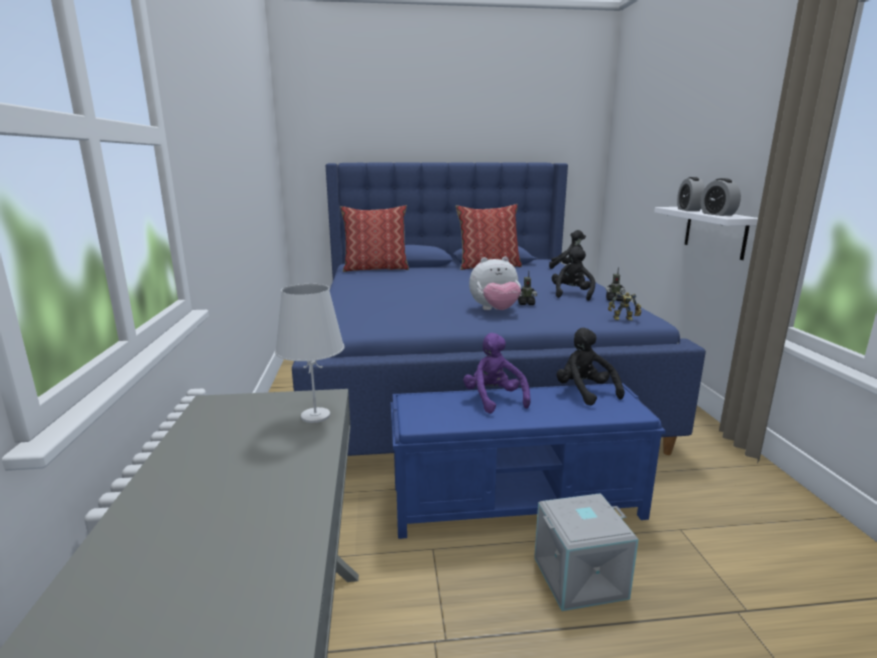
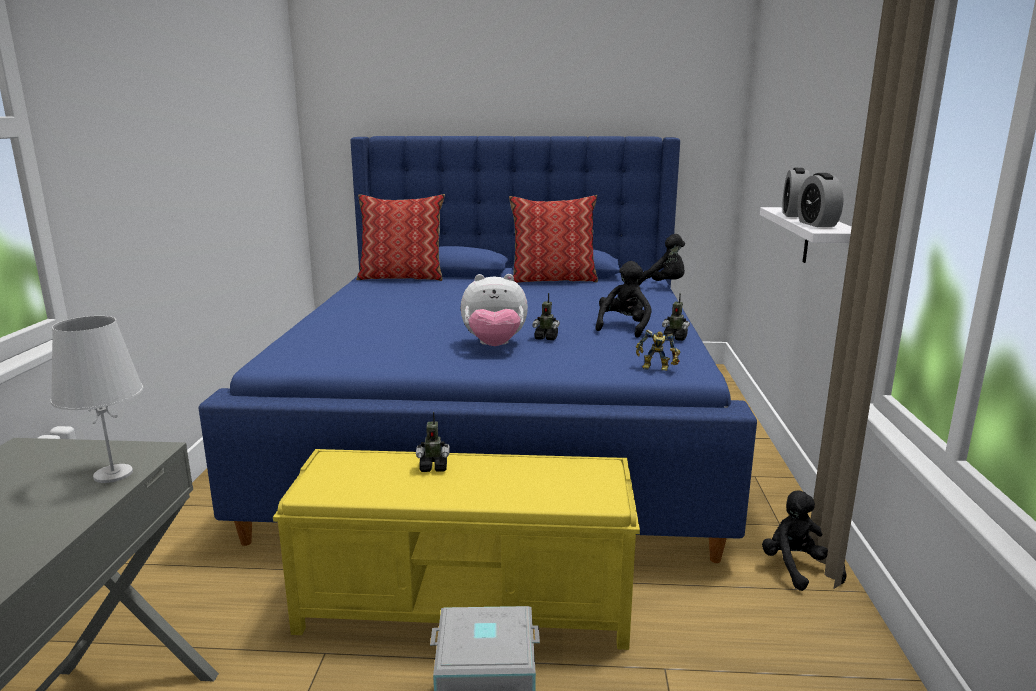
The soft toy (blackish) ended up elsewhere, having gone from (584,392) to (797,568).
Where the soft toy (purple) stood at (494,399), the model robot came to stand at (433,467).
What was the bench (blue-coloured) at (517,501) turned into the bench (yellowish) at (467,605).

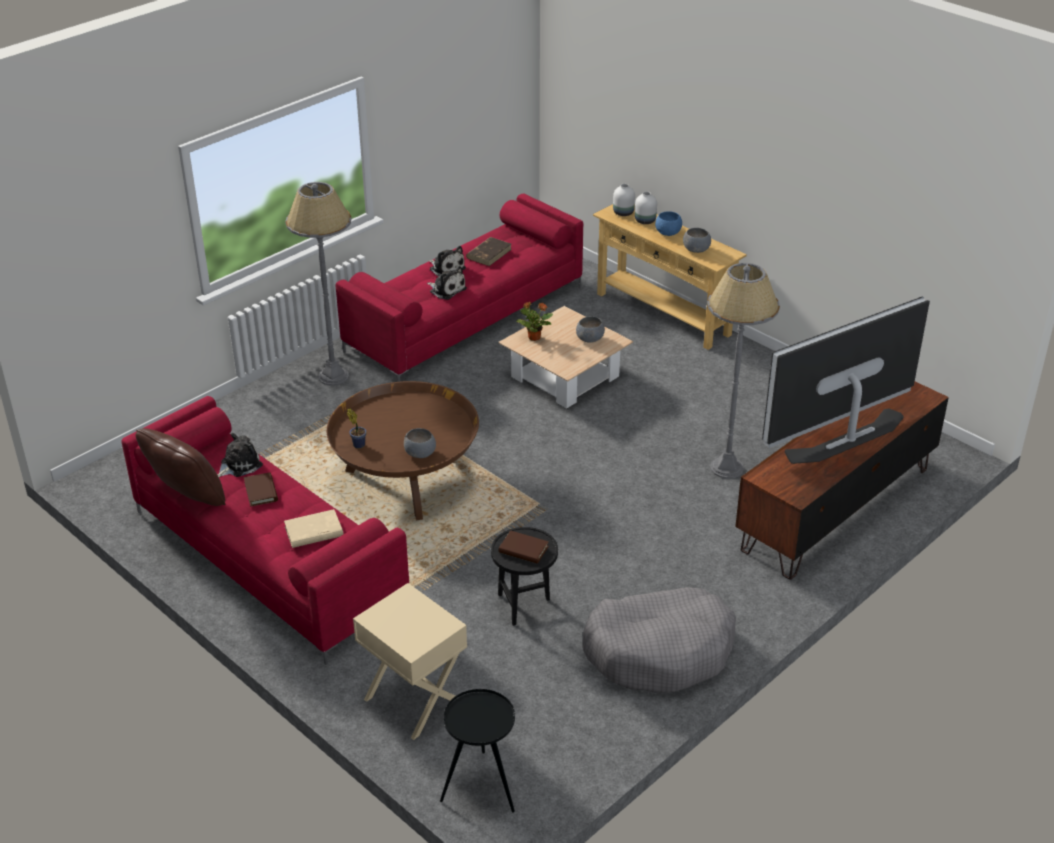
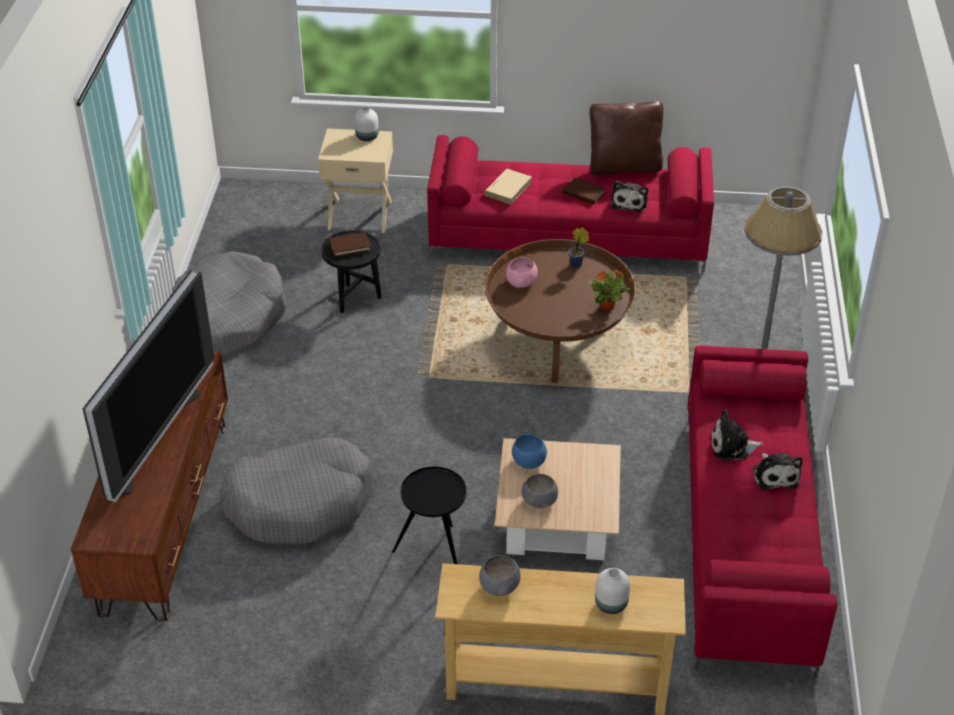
The vase (white-coloured) ended up elsewhere, having gone from (623,212) to (367,137).
The deep dish (blue-coloured) ended up elsewhere, having gone from (668,233) to (528,462).
The second view lost the book (brown) at (489,253).
The soft toy at (446,268) ended up facing another way, 105 degrees counterclockwise from before.
Where the floor lamp (greyish) stood at (727,468), the pet bed (greyish) came to stand at (300,503).
The potted plant ended up elsewhere, having gone from (534,337) to (608,306).
What was the deep dish (greyish) at (420,453) turned into the deep dish (pink-coloured) at (520,282).
The end table (blackish) ended up elsewhere, having gone from (481,785) to (435,555).

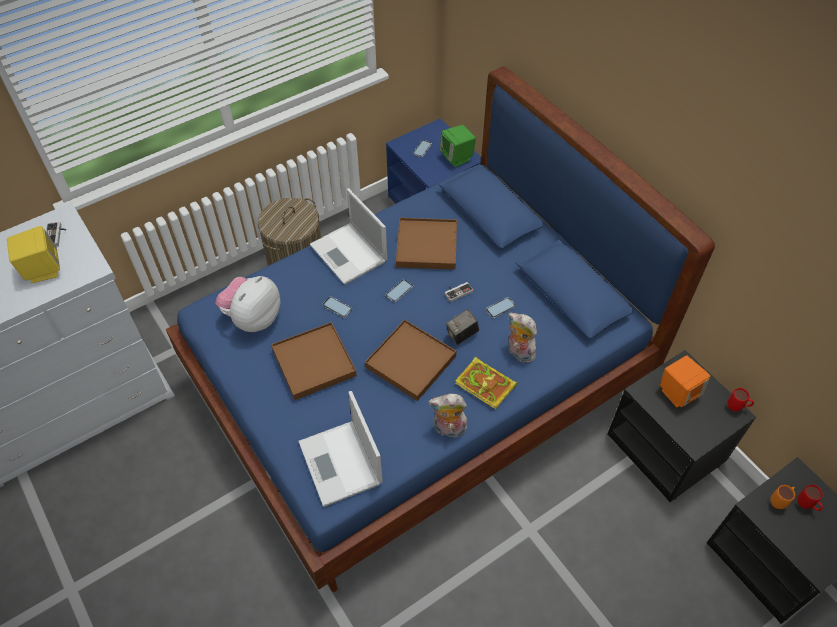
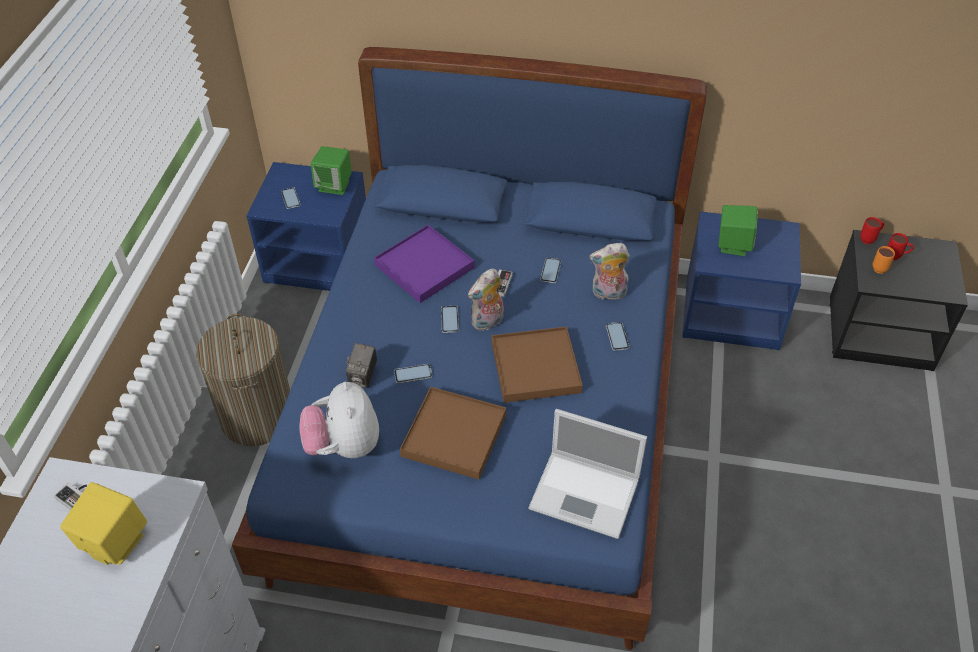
The second view lost the notebook computer at (349,254).
What was the carrying tray (brown) at (426,246) turned into the carrying tray (purple) at (424,267).
The photo camera ended up elsewhere, having gone from (462,335) to (363,376).
What was the nightstand (blackish) at (667,448) turned into the nightstand (blue-coloured) at (732,313).
What was the speaker (orange-coloured) at (678,392) turned into the speaker (green) at (733,245).
Where the book stood at (487,385), the handset came to stand at (617,336).
The coffee mug (red-coloured) ended up elsewhere, having gone from (737,407) to (869,239).
The soft toy ended up elsewhere, having gone from (448,430) to (488,322).

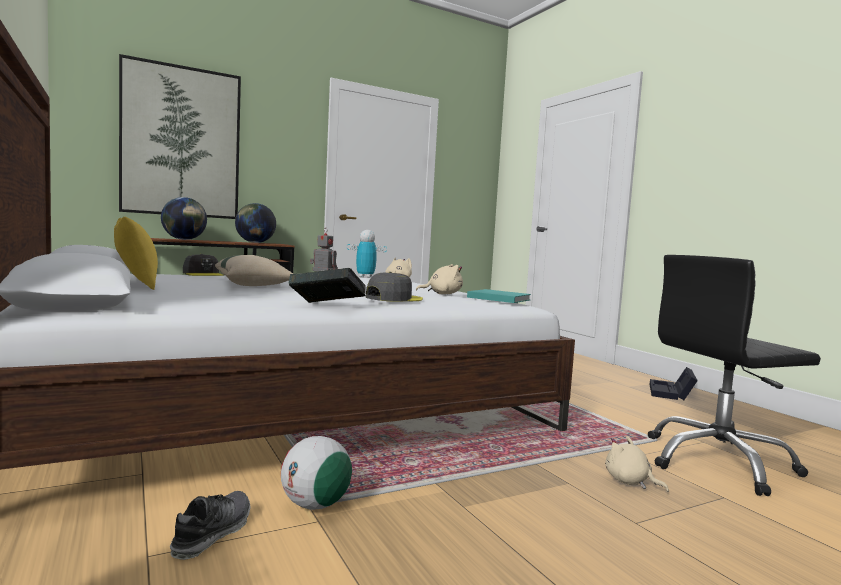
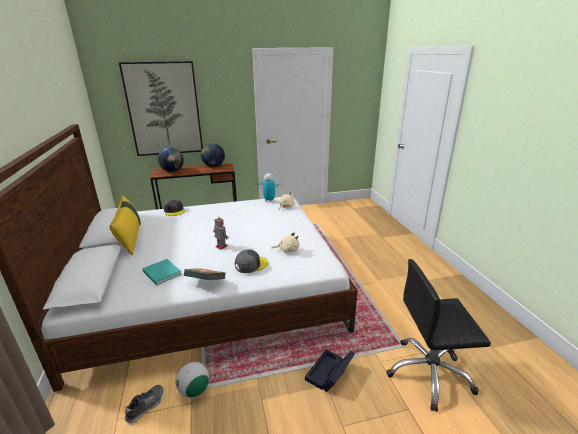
The second view lost the cushion (beige) at (252,284).
The book (turquoise) ended up elsewhere, having gone from (497,298) to (161,272).
The storage box (blackish) ended up elsewhere, having gone from (671,393) to (329,374).
The second view lost the soft toy (beige) at (630,482).

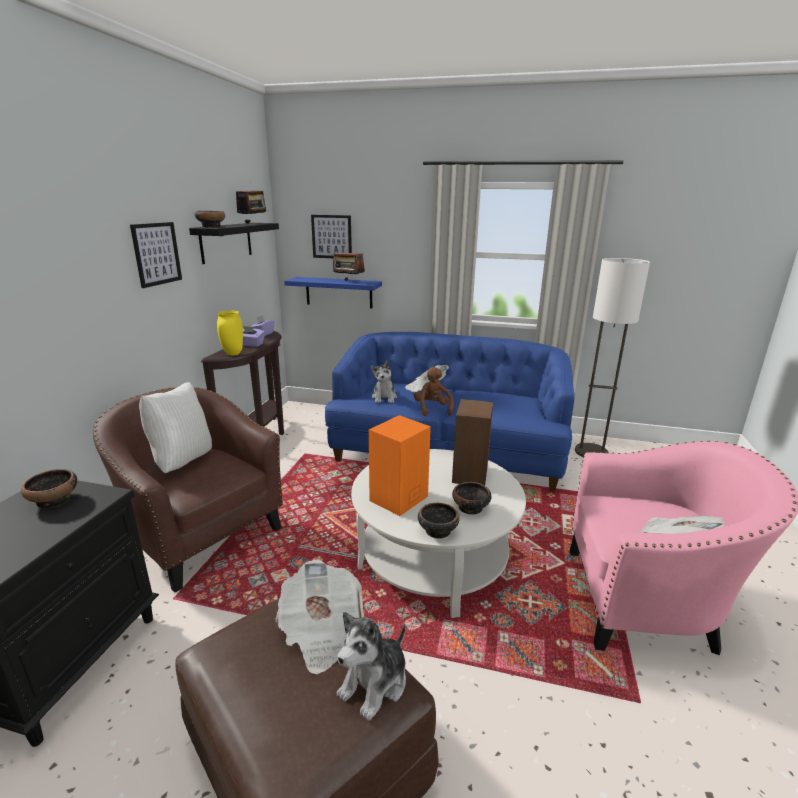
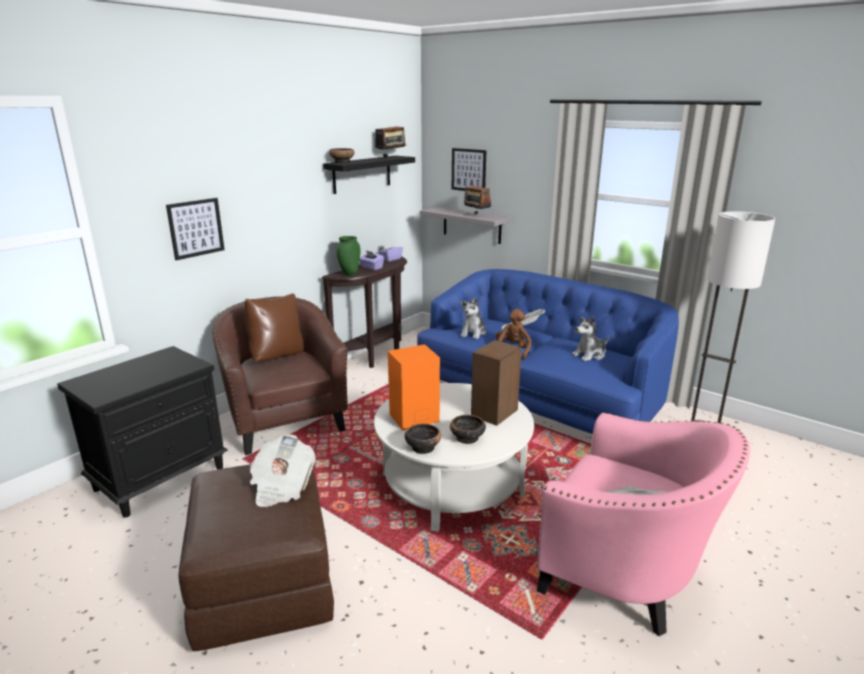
The wall art ended up elsewhere, having gone from (156,254) to (196,228).
What was the wall shelf (blue-coloured) at (339,292) turned into the wall shelf (greyish) at (472,225).
What was the vase (yellowish) at (233,354) turned into the vase (green) at (350,274).
What was the cushion (white-coloured) at (182,461) turned into the cushion (brown) at (277,357).
The second view lost the deep dish at (55,500).
The soft toy ended up elsewhere, having gone from (375,683) to (590,355).

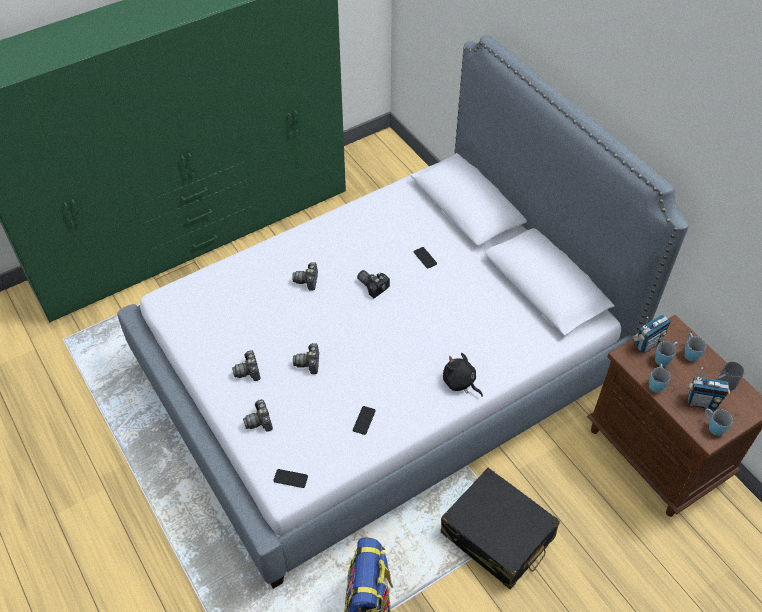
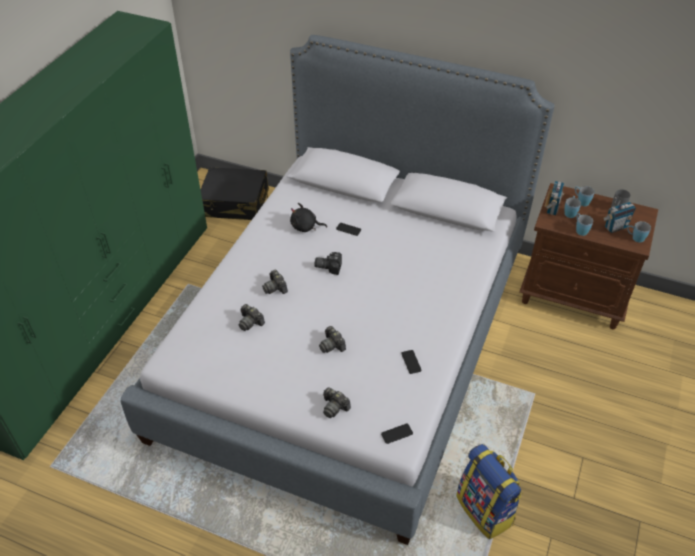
The photo camera ended up elsewhere, having gone from (248,371) to (250,322).
The soft toy (blackish) ended up elsewhere, having gone from (460,382) to (305,227).
The piece of luggage (blackish) ended up elsewhere, having gone from (497,535) to (235,203).

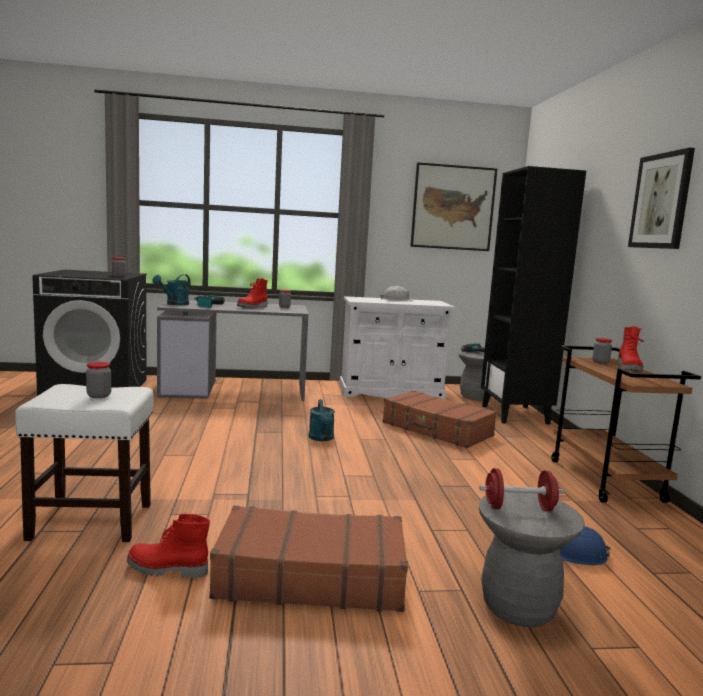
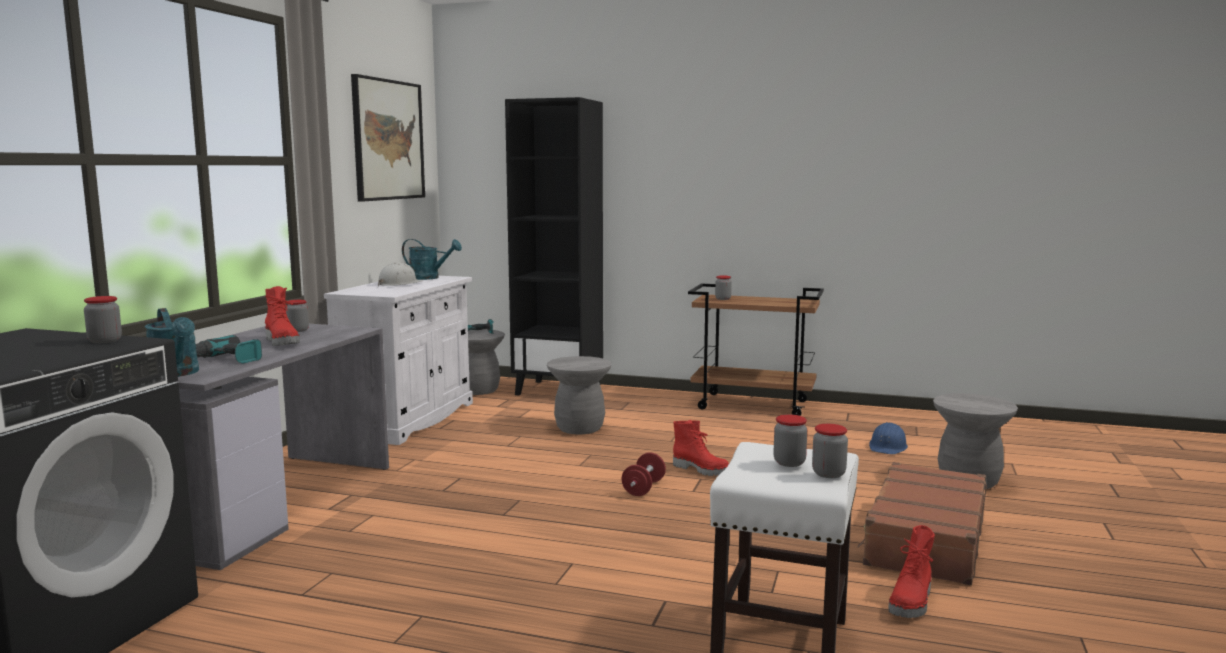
The second view lost the wall art at (661,201).
The tall boot (red-coloured) ended up elsewhere, having gone from (629,369) to (701,470).
Where the piece of luggage (brown) stood at (436,430), the sitting stool (greyish) came to stand at (579,428).
The sprinkling can (turquoise) ended up elsewhere, having gone from (322,438) to (429,278).
The dumbbell (red-coloured) ended up elsewhere, having gone from (519,508) to (643,488).
The second view gained the preserve jar at (828,474).

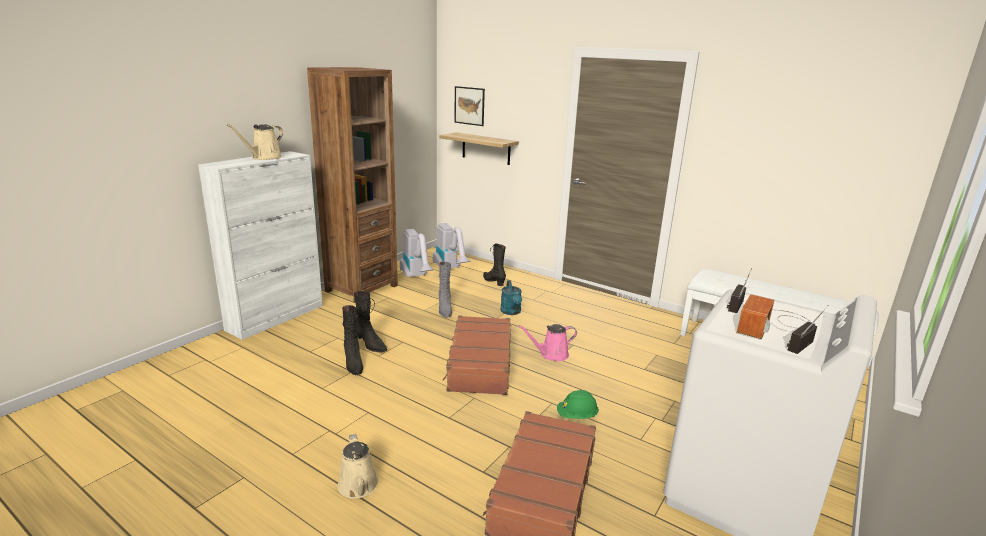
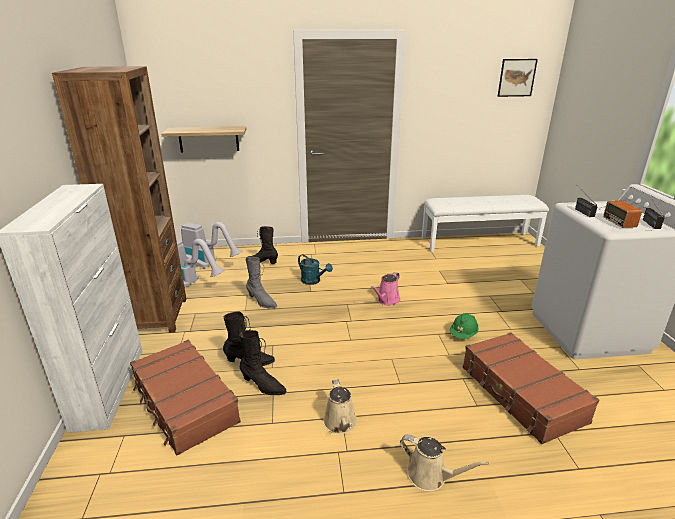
The wall art ended up elsewhere, having gone from (469,106) to (516,77).
The sprinkling can (beige) ended up elsewhere, having gone from (264,158) to (341,424).
The piece of luggage (brown) ended up elsewhere, having gone from (479,364) to (184,404).

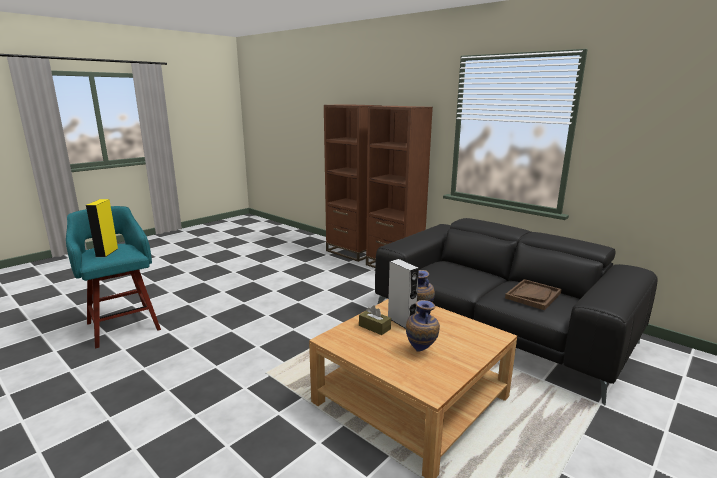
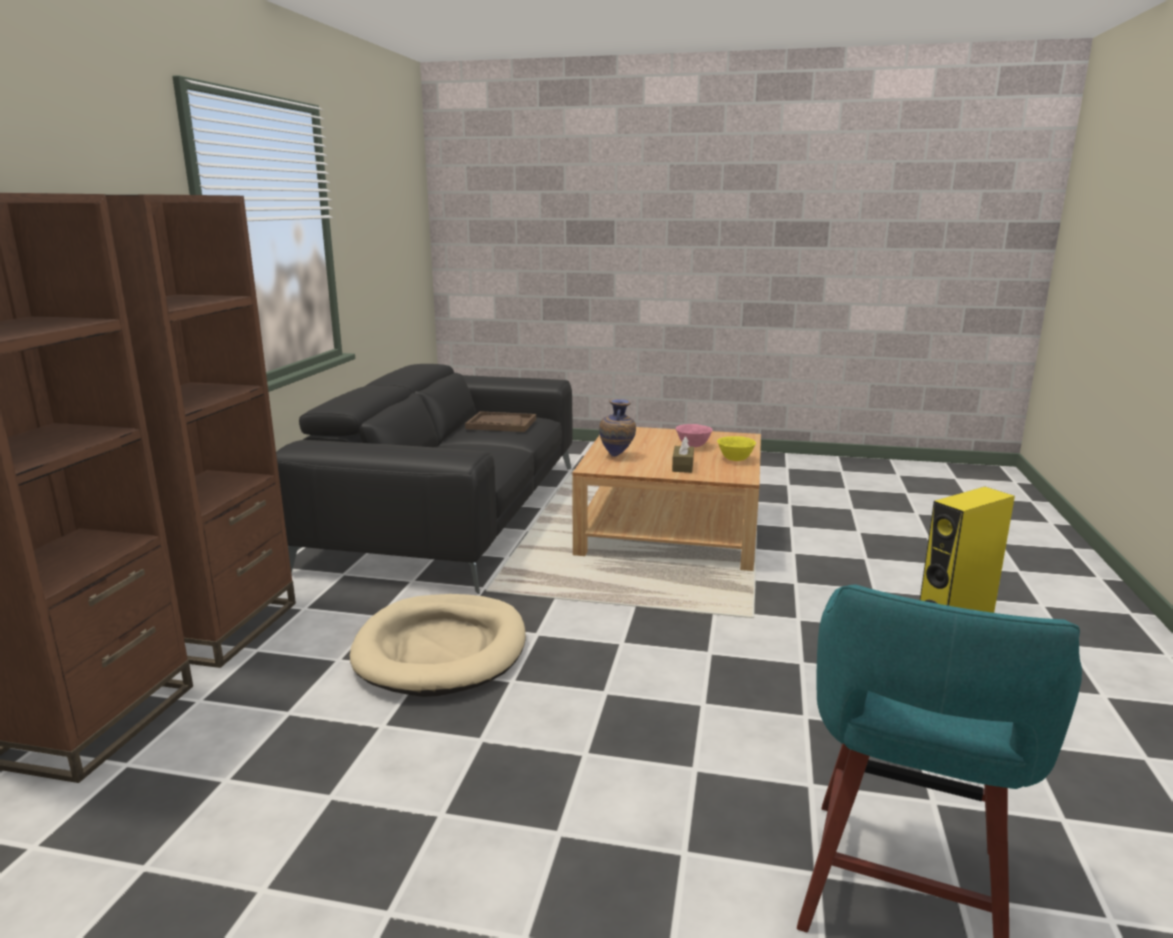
The second view lost the speaker (greyish) at (401,322).
Where the vase stood at (421,350), the deep dish (pink-coloured) came to stand at (693,446).
The second view gained the deep dish (yellowish) at (735,460).
The second view gained the pet bed (beige) at (441,650).

